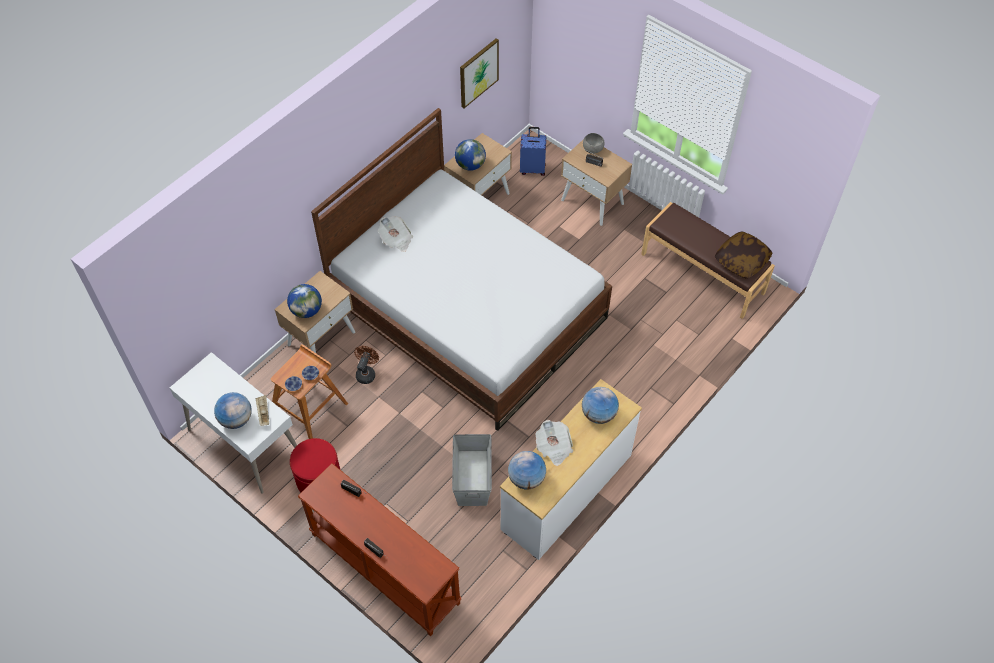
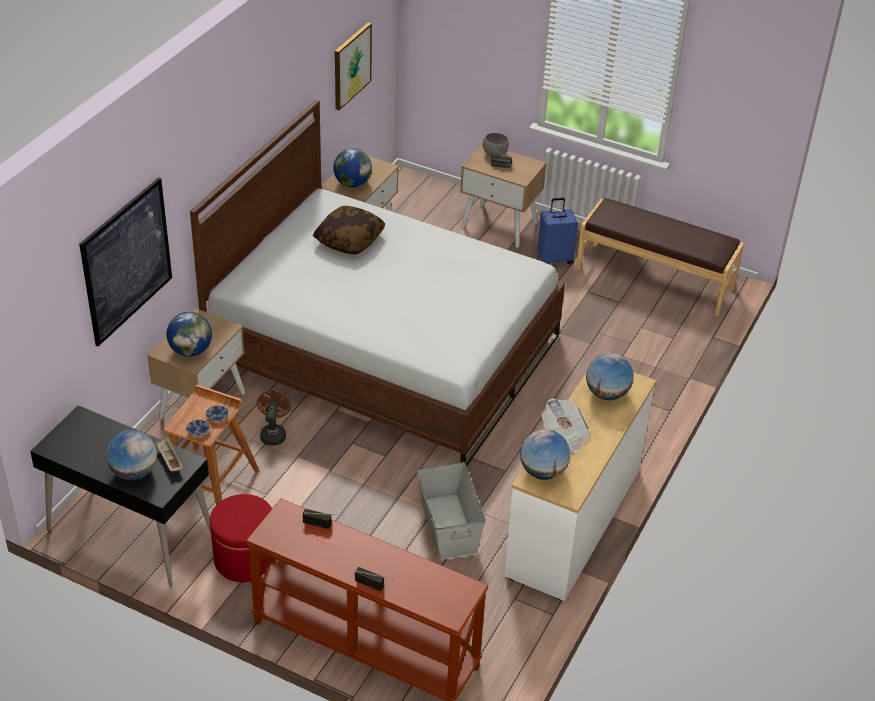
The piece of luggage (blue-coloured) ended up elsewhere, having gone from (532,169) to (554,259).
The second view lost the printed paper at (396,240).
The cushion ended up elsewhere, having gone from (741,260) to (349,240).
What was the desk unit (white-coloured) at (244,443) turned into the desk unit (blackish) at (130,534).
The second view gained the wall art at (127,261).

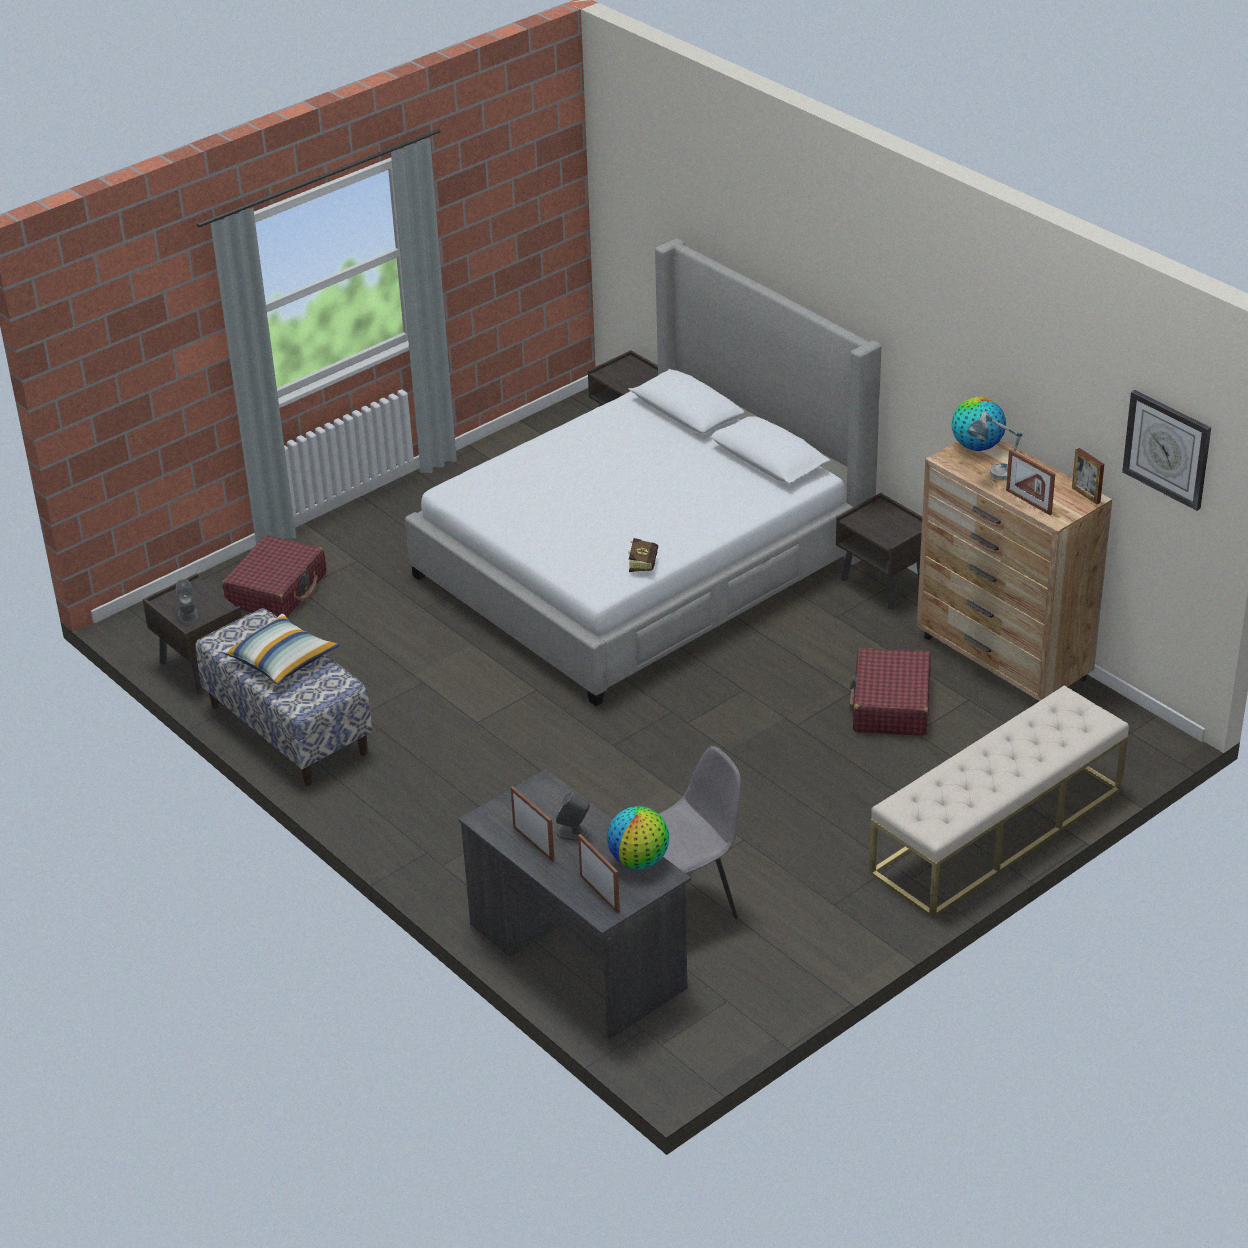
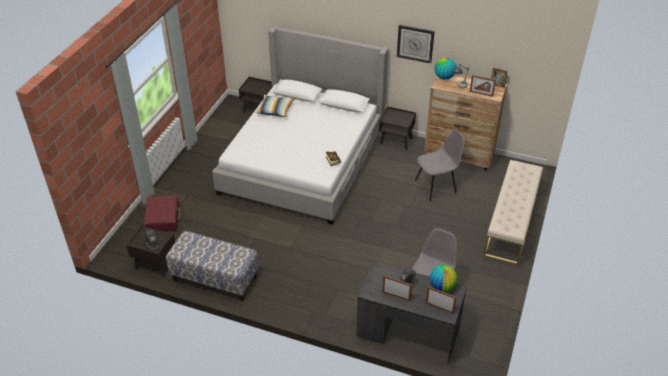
The wall clock ended up elsewhere, having gone from (1167,449) to (415,43).
The cushion ended up elsewhere, having gone from (282,661) to (275,110).
Where the piece of luggage (red-coloured) stood at (891,705), the chair (greyish) came to stand at (436,186).

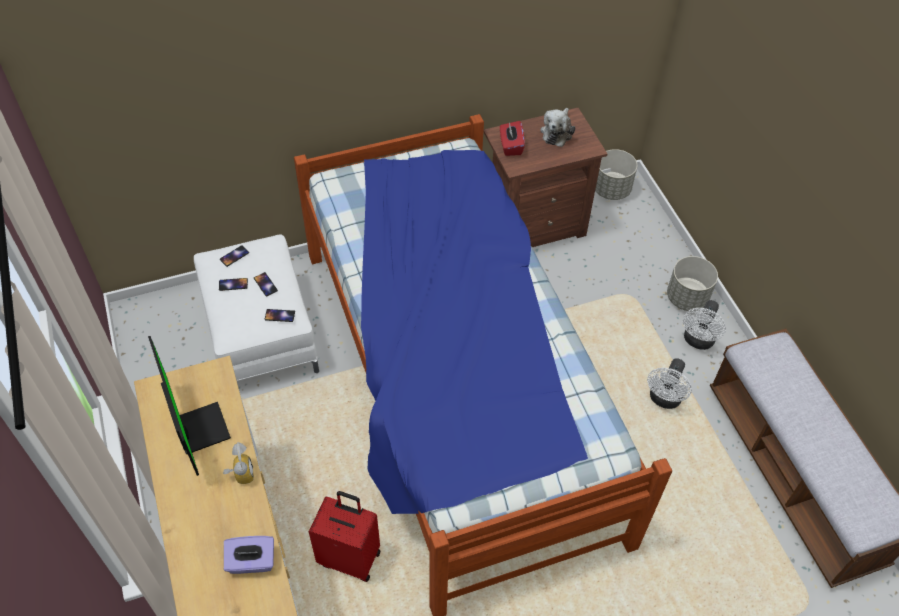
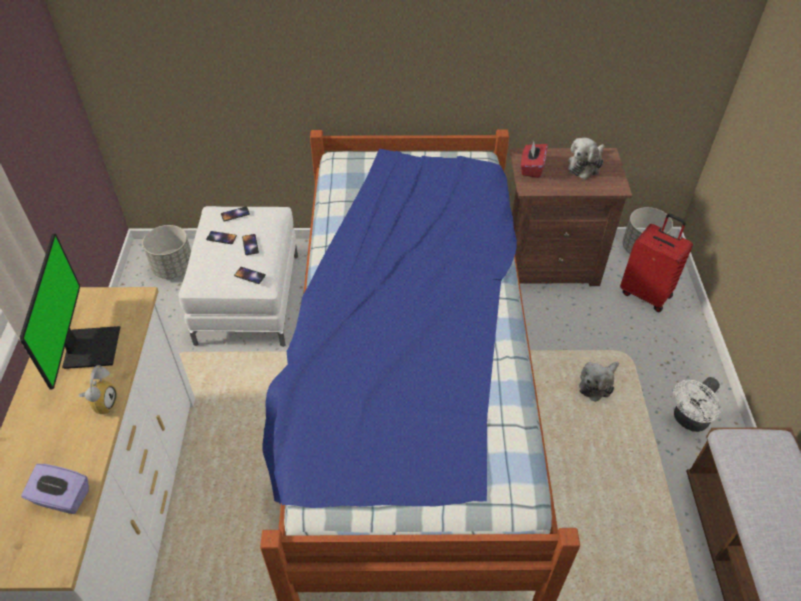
The plant pot (greyish) ended up elsewhere, having gone from (686,298) to (173,268).
The second view lost the fan (white-coloured) at (664,400).
The piece of luggage (red-coloured) ended up elsewhere, having gone from (350,557) to (646,294).
The second view gained the soft toy at (597,384).

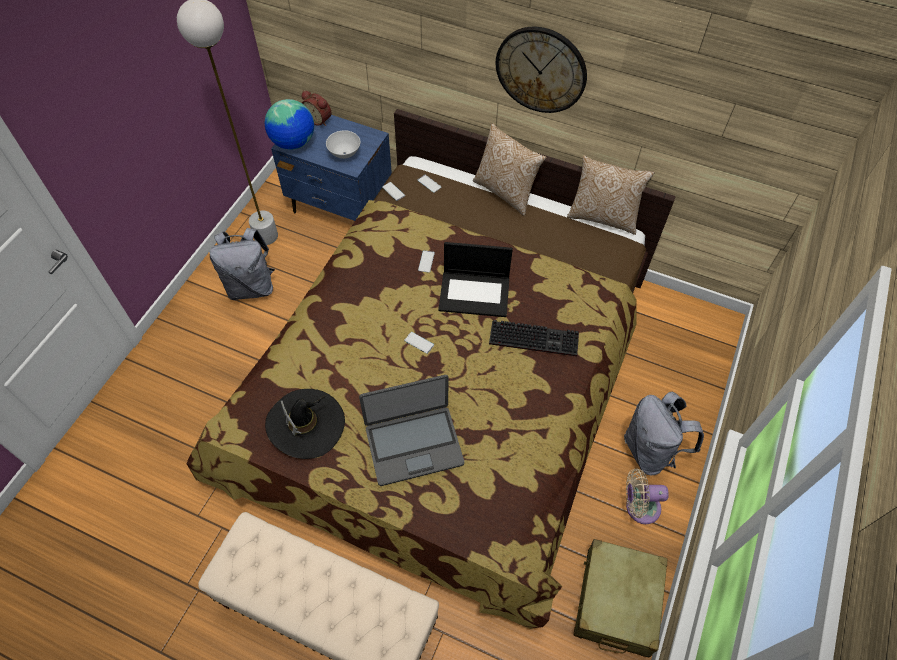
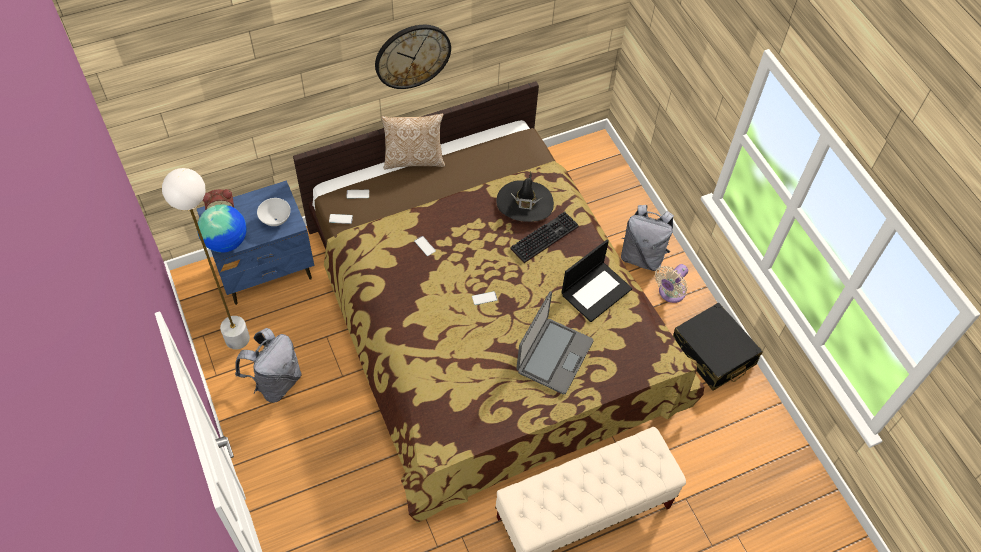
The second view lost the cushion at (603,217).
The notebook computer ended up elsewhere, having gone from (475,293) to (596,291).
The hat (blackish) ended up elsewhere, having gone from (306,424) to (525,203).
What was the piece of luggage (beige) at (616,602) turned into the piece of luggage (blackish) at (713,353).

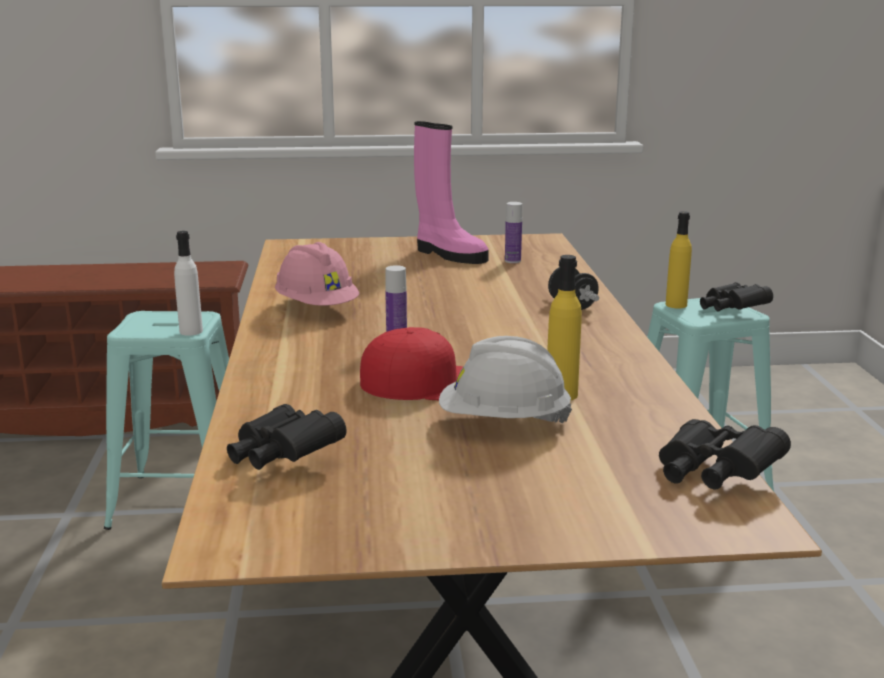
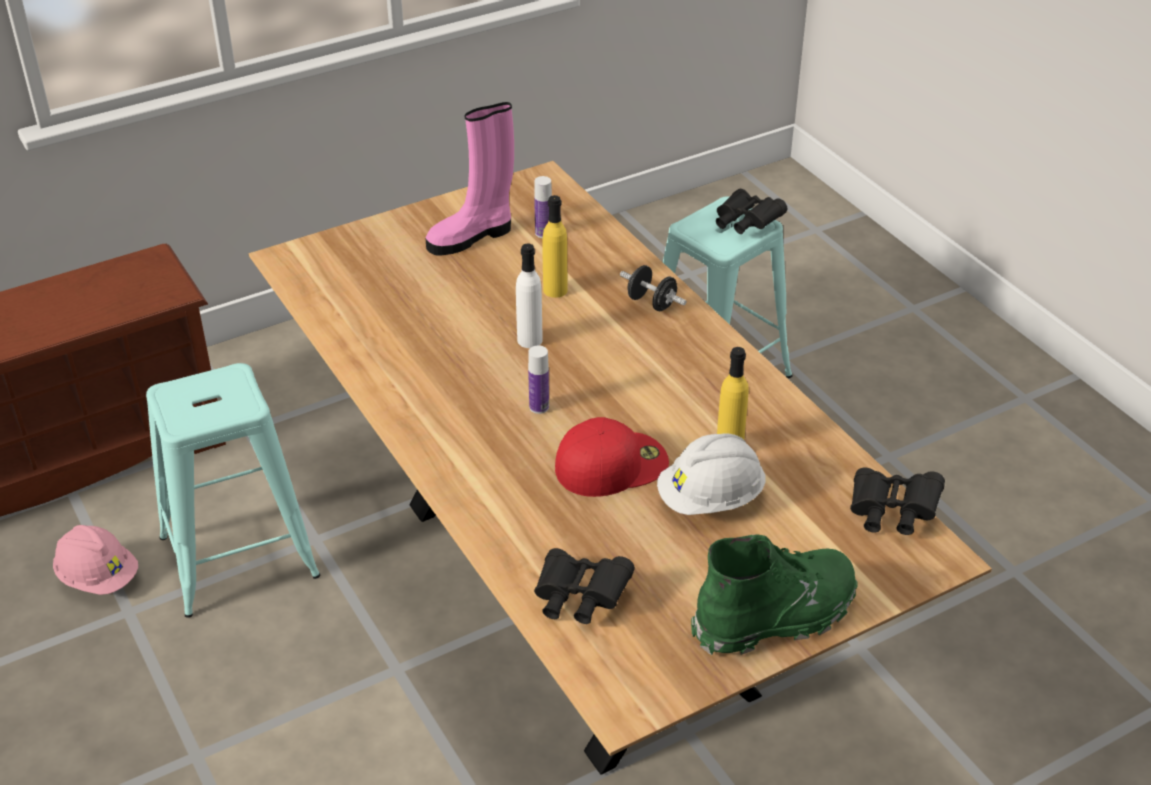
The tall boot (pink-coloured) at (449,255) ended up facing another way, 135 degrees clockwise from before.
The bottle (yellowish) ended up elsewhere, having gone from (676,305) to (555,290).
The bottle (white-coloured) ended up elsewhere, having gone from (191,331) to (529,340).
The hard hat (pink-coloured) ended up elsewhere, having gone from (317,308) to (98,577).
The second view gained the tall boot (green) at (775,617).

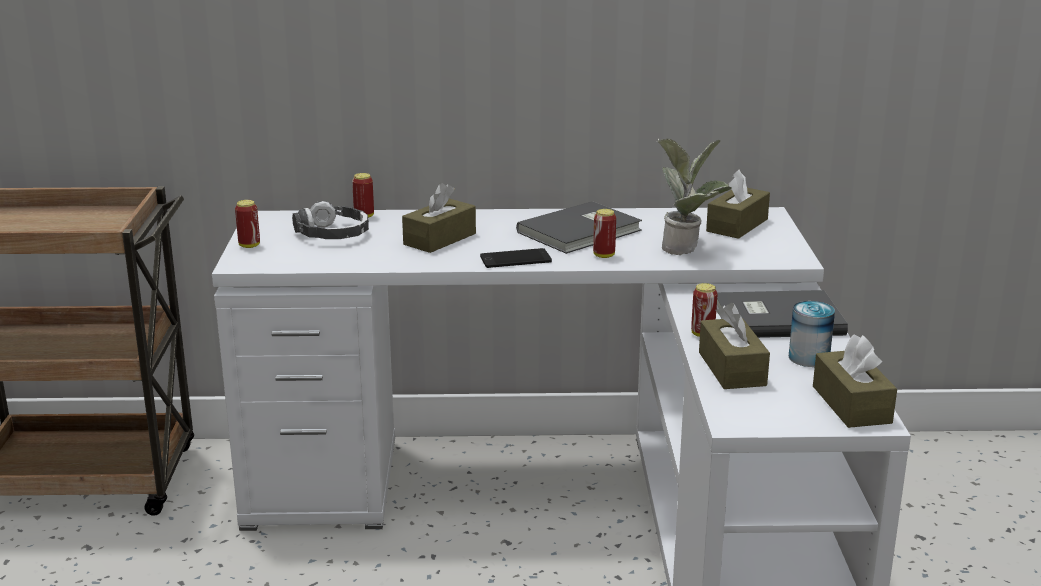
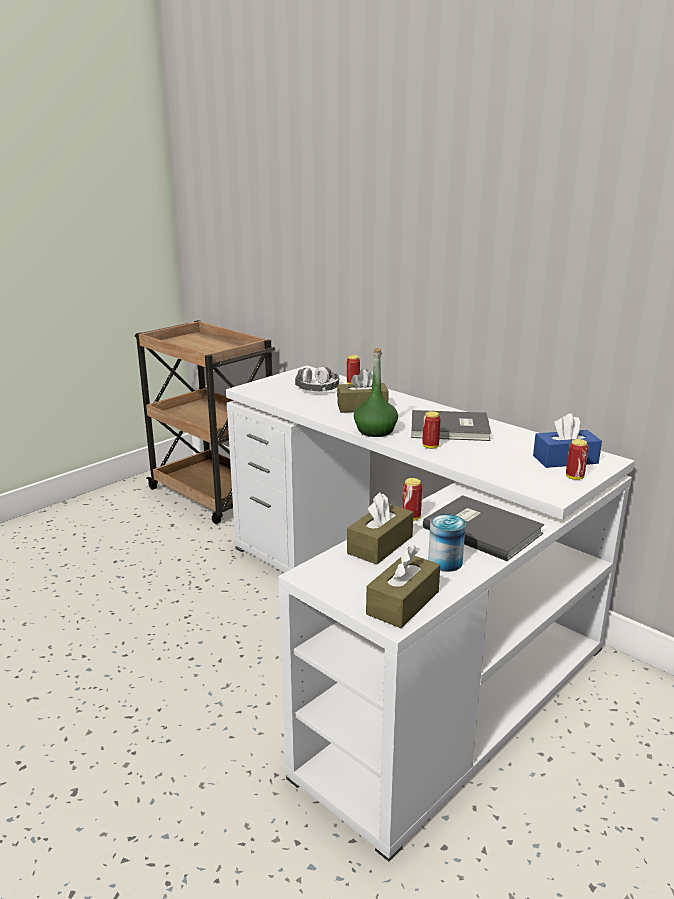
The second view lost the potted plant at (687,248).
What was the tissue holder (brown) at (737,225) turned into the tissue holder (blue-coloured) at (565,459).
The can ended up elsewhere, having gone from (249,245) to (574,477).
Where the handset stood at (515,259), the bottle (green) came to stand at (375,431).

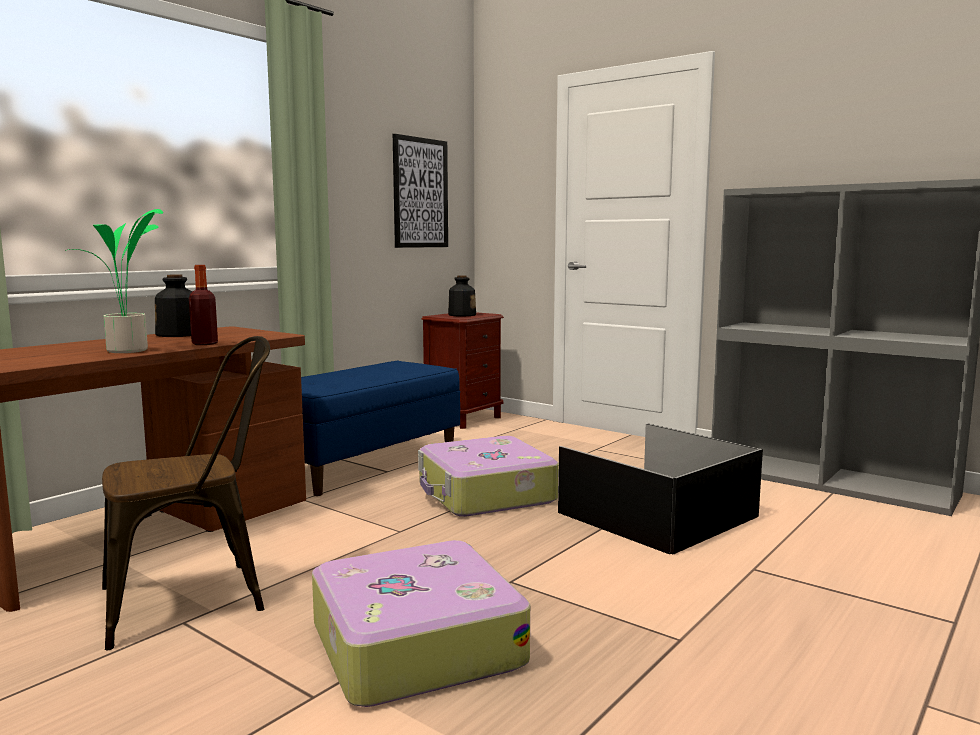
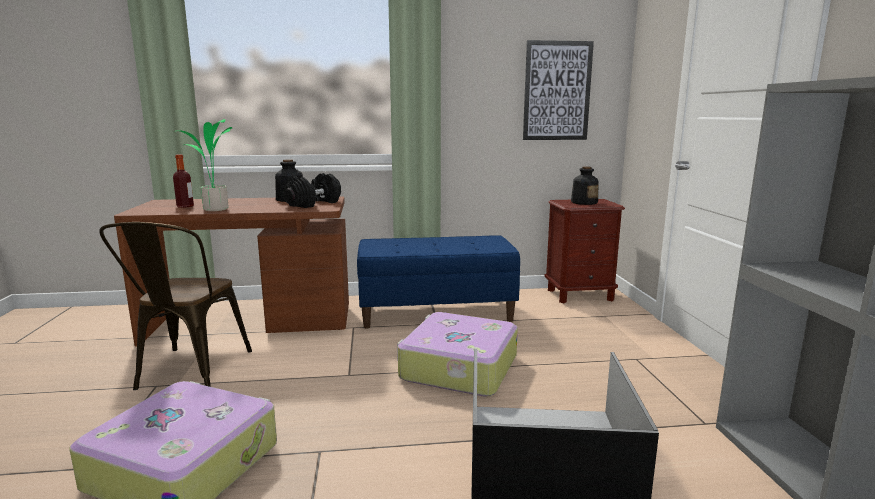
The bottle ended up elsewhere, having gone from (205,344) to (185,206).
The chair (brown) at (197,597) ended up facing another way, 75 degrees clockwise from before.
The second view gained the dumbbell (blackish) at (314,204).

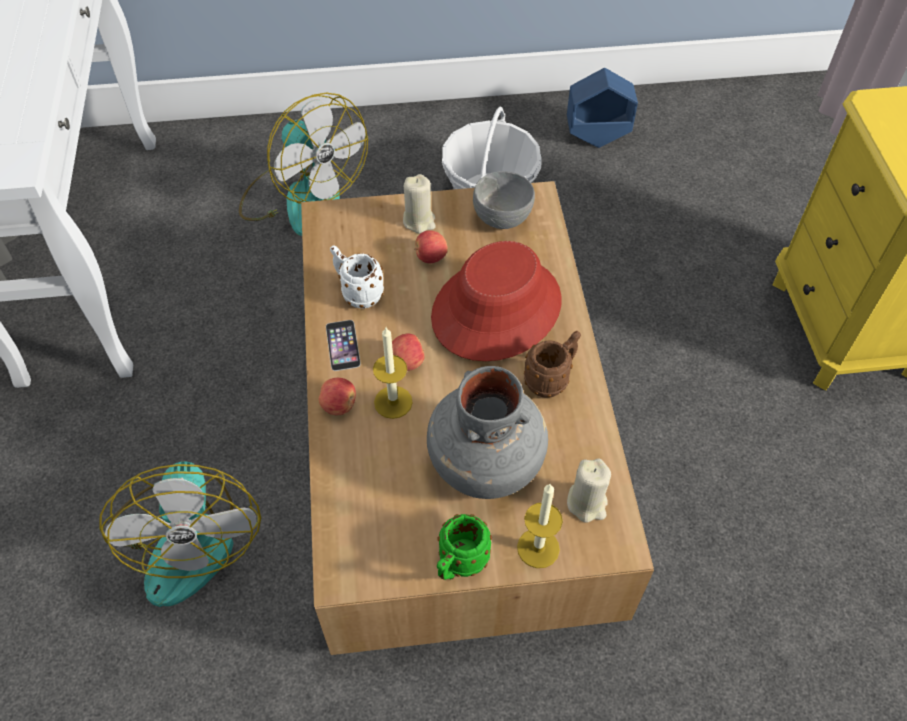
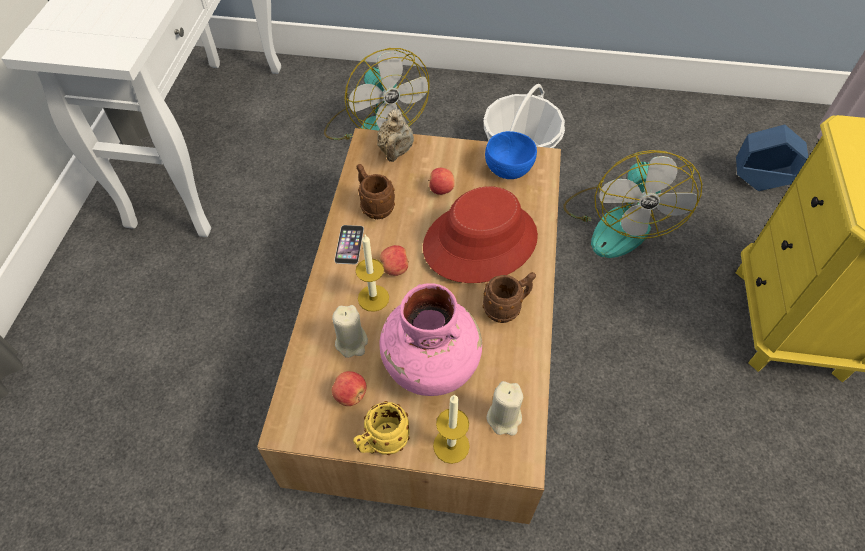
The plant pot (blue-coloured) ended up elsewhere, having gone from (596,138) to (757,182).
What was the deep dish (greyish) at (501,219) turned into the deep dish (blue-coloured) at (507,170).
The wax candle (beige) ended up elsewhere, having gone from (419,221) to (351,342).
What was the coffee mug (white-coloured) at (357,293) turned into the coffee mug (brown) at (374,206).
What was the vase (greyish) at (485,462) turned into the vase (pink-coloured) at (431,363).
The apple ended up elsewhere, having gone from (339,405) to (350,395).
The fan ended up elsewhere, having gone from (188,537) to (618,221).
What was the coffee mug (green) at (459,564) turned into the coffee mug (yellowish) at (382,442).
The second view gained the teapot (beige) at (395,151).

